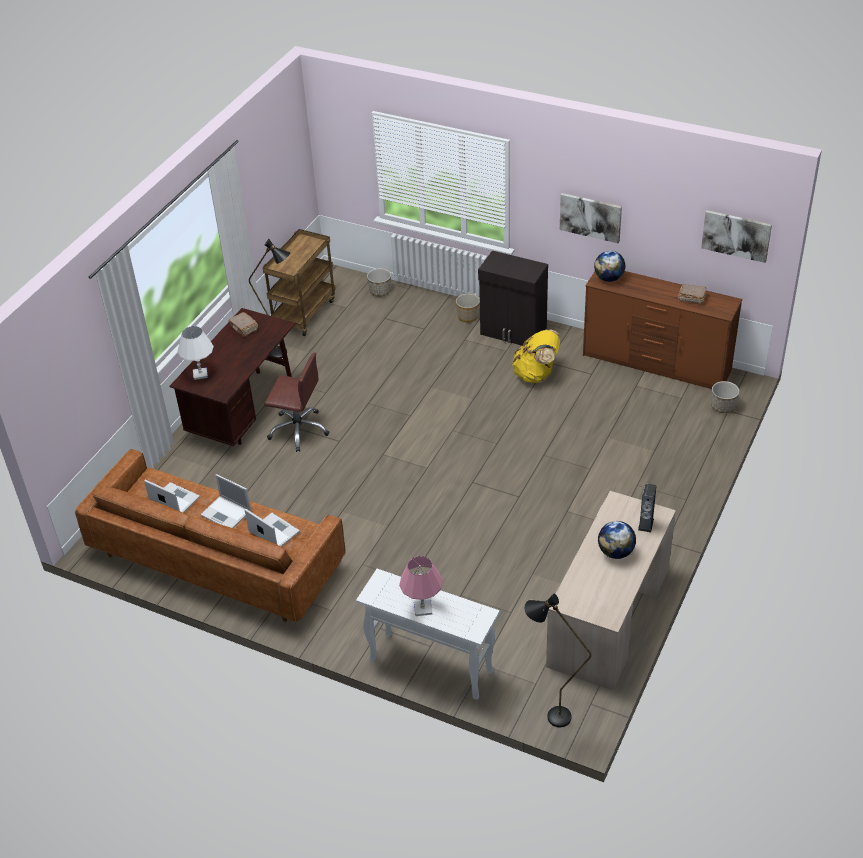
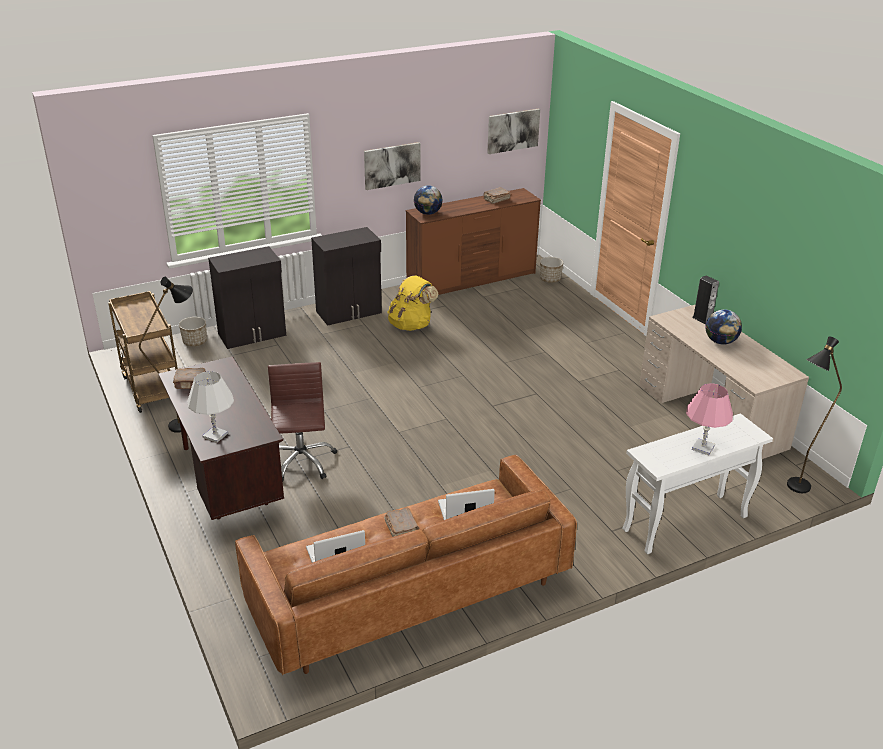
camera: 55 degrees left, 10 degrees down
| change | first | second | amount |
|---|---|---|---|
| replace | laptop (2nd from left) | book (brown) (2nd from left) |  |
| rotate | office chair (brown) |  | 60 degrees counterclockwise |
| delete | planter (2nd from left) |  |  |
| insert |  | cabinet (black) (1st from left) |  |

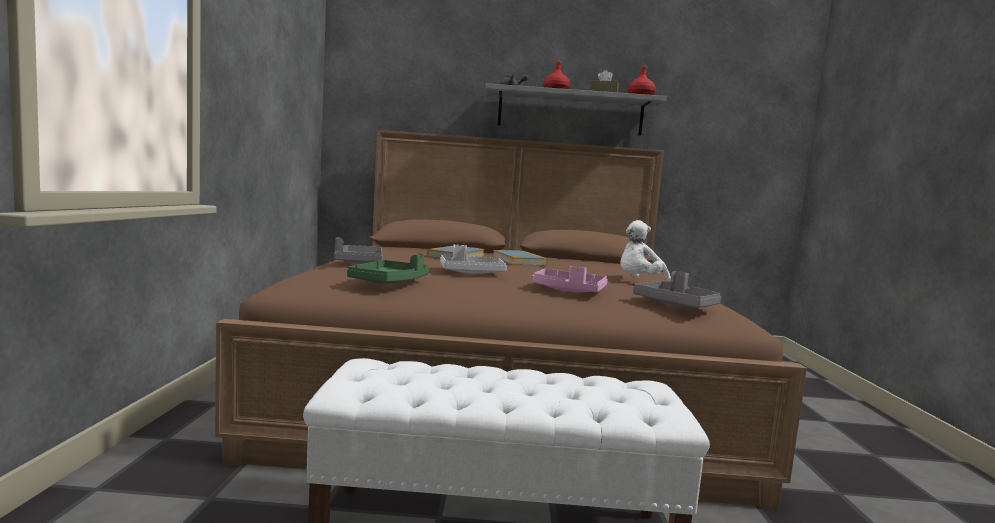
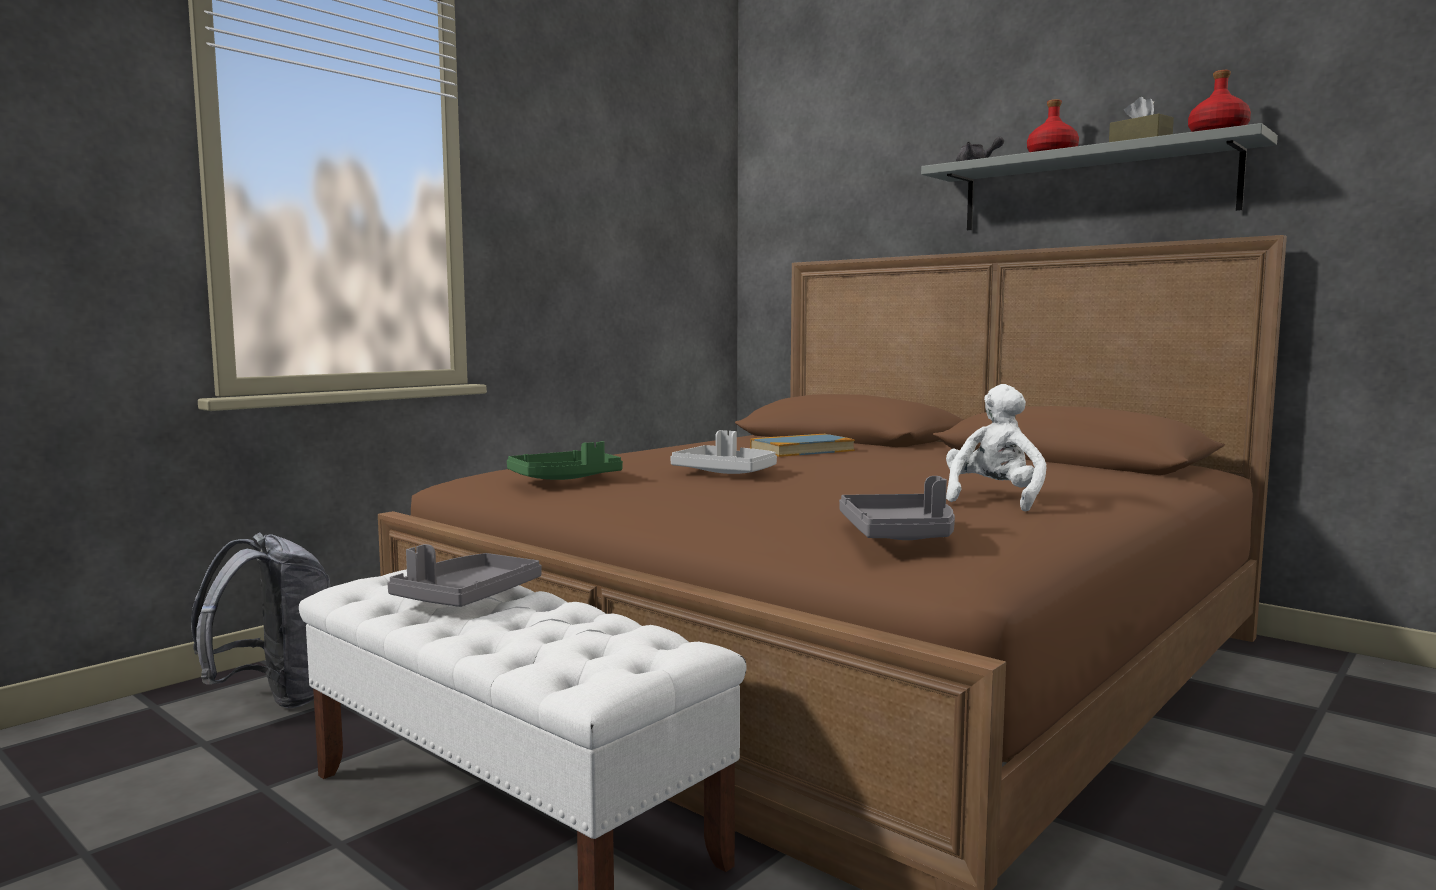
camera: 40 degrees right, 0 degrees up
| change | first | second | amount |
|---|---|---|---|
| move | tray (grey) (1st from left) |  |  |
| delete | book (2nd from left) |  |  |
| delete | tray (pink) |  |  |
| rotate | plush toy (white) |  | 120 degrees clockwise |
| insert |  | backpack (grey) |  |

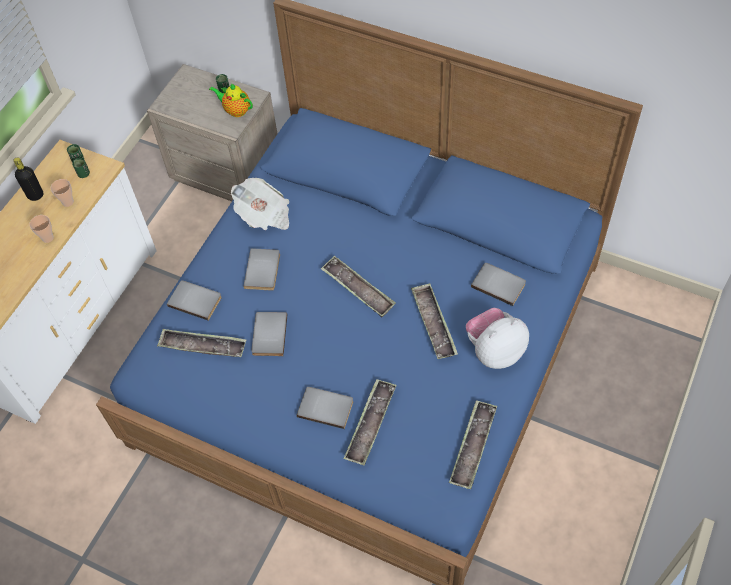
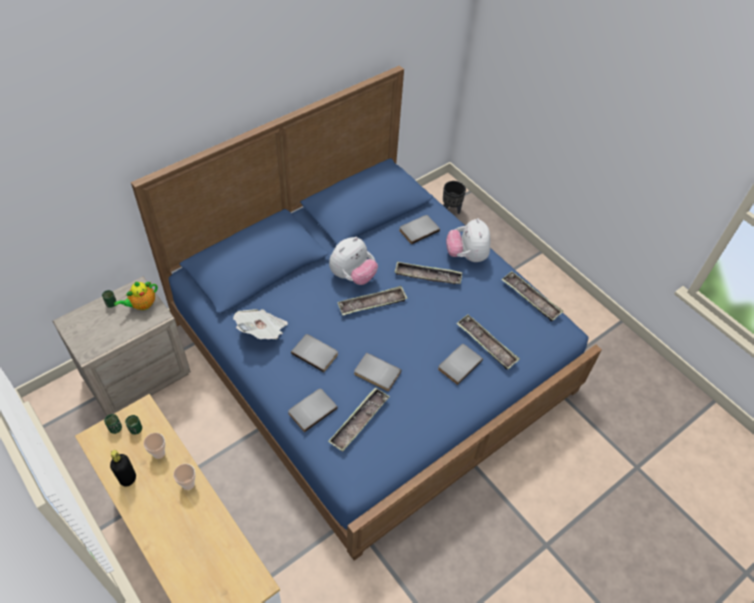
camera: 70 degrees left, 5 degrees down
| change | first | second | amount |
|---|---|---|---|
| insert |  | plush toy (1st from left) |  |
| insert |  | planter (black) |  |

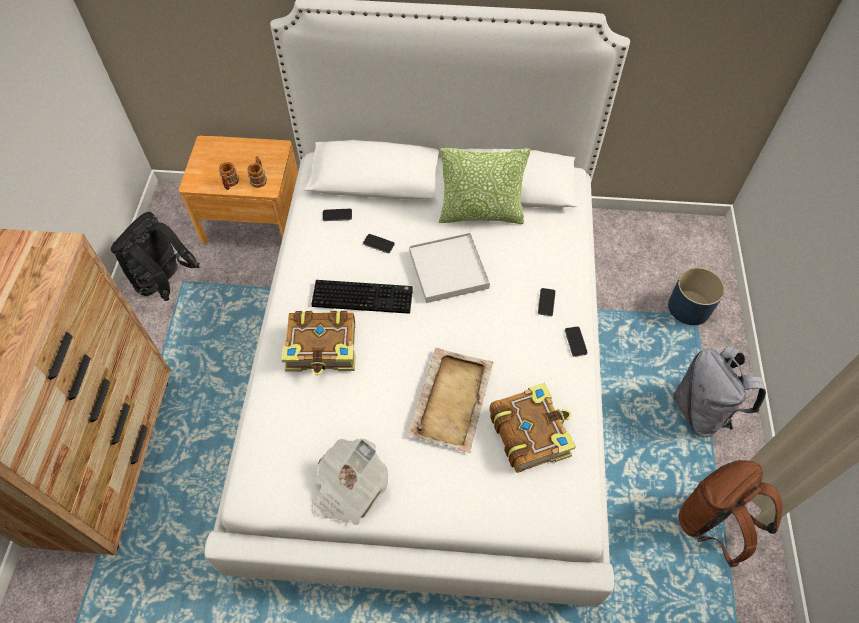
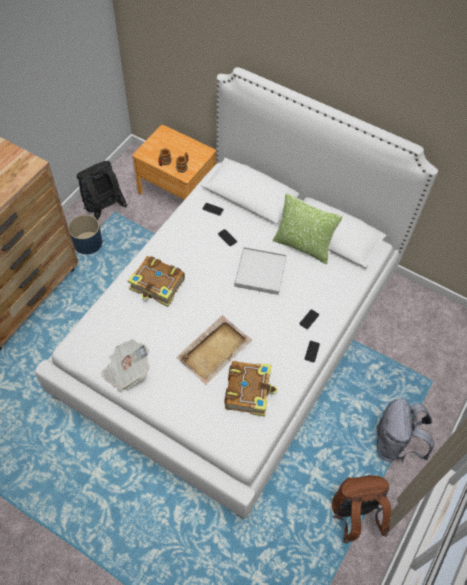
camera: 25 degrees right, 0 degrees up
| change | first | second | amount |
|---|---|---|---|
| delete | keyboard |  |  |
| move | planter (blue) |  |  |

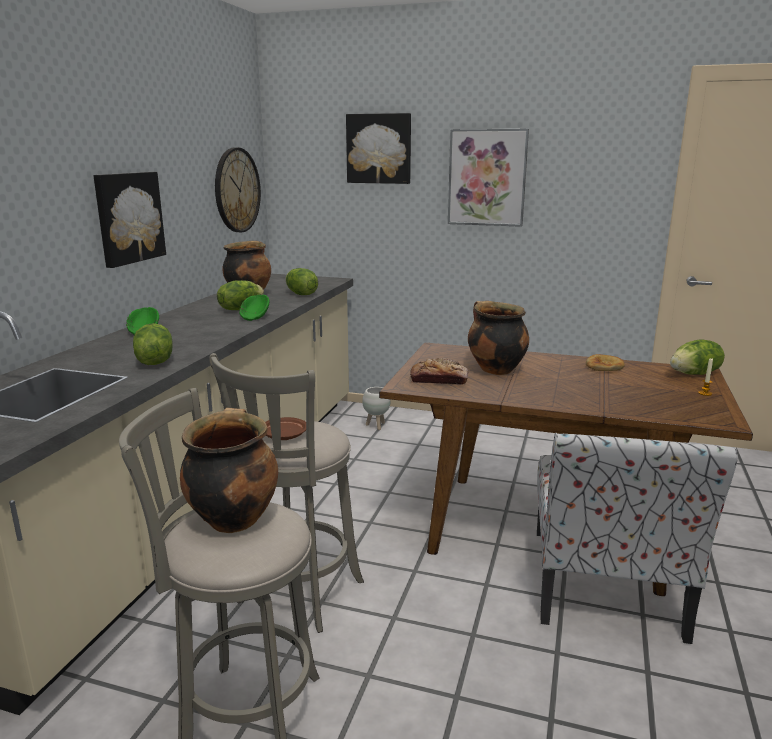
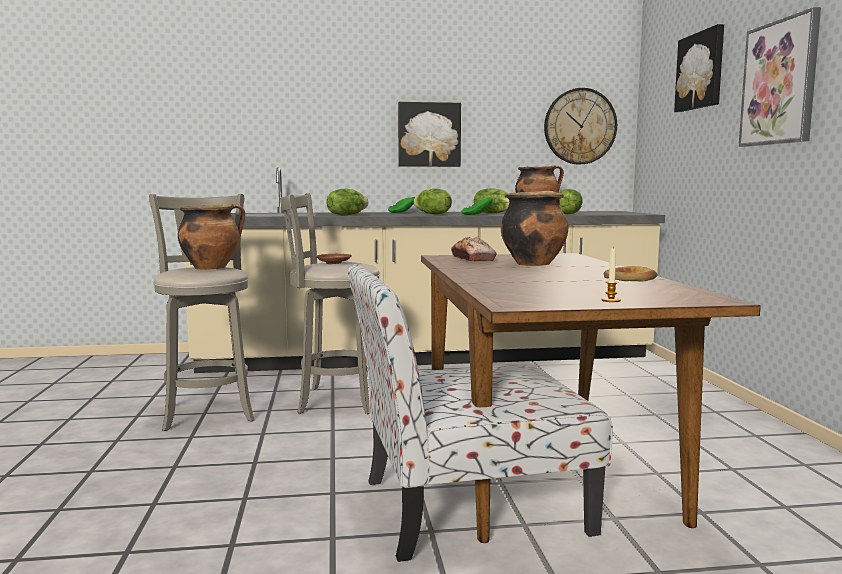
camera: 65 degrees right, 10 degrees down
| change | first | second | amount |
|---|---|---|---|
| delete | planter (white) |  |  |
| move | lettuce (4th from left in the first image) | lettuce (2nd from left) |  |

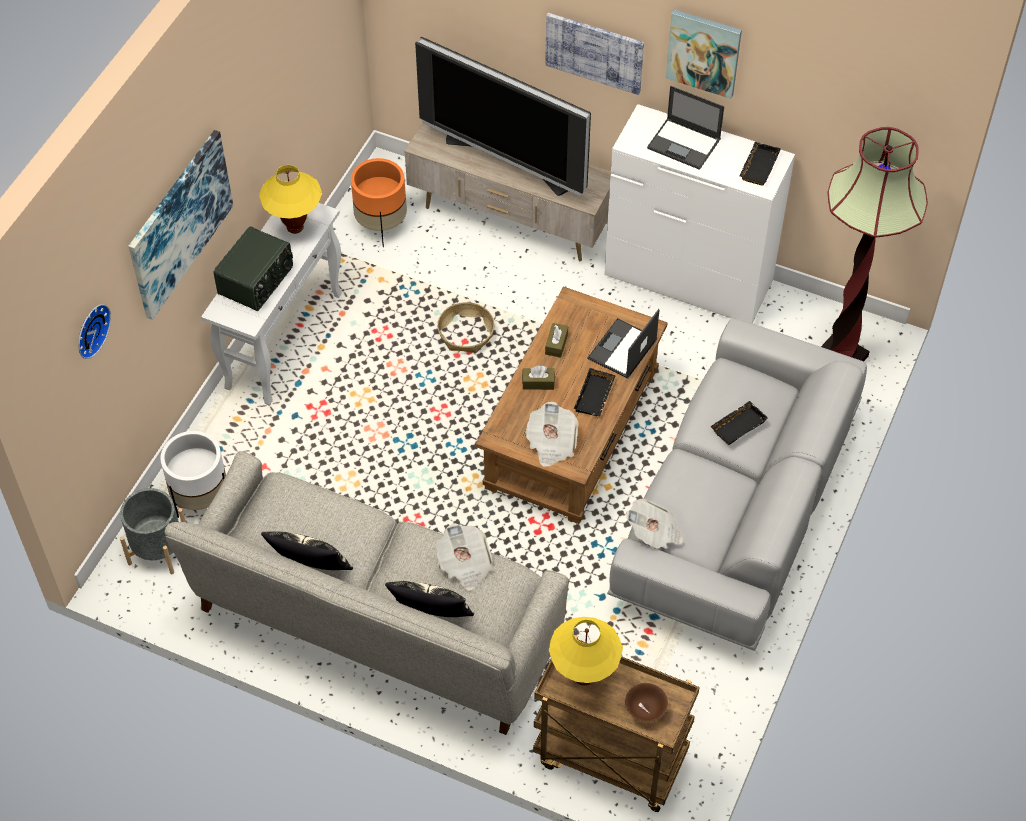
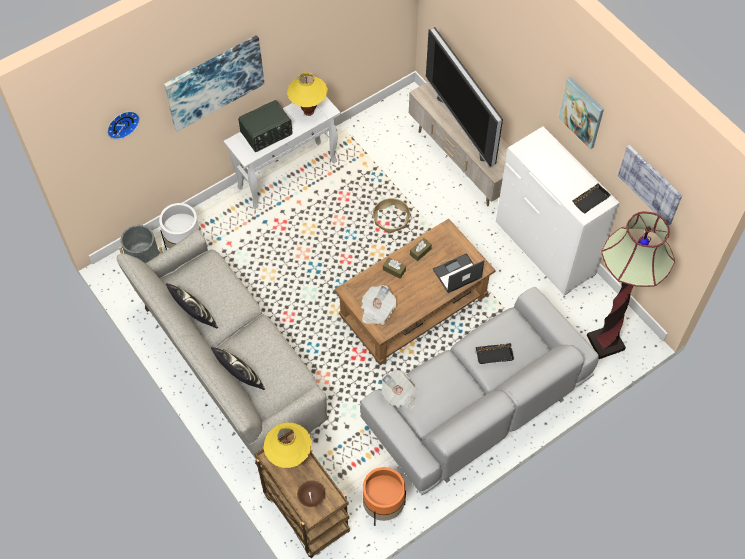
camera: 30 degrees right, 5 degrees up
| change | first | second | amount |
|---|---|---|---|
| move | planter (orange) |  |  |
| delete | newspaper (1st from left) |  |  |
| move | picture (2nd from left in the first image) | picture (3rd from left) |  |
| delete | tray (black) (1st from left) |  |  |
| delete | laptop (2nd from left) |  |  |

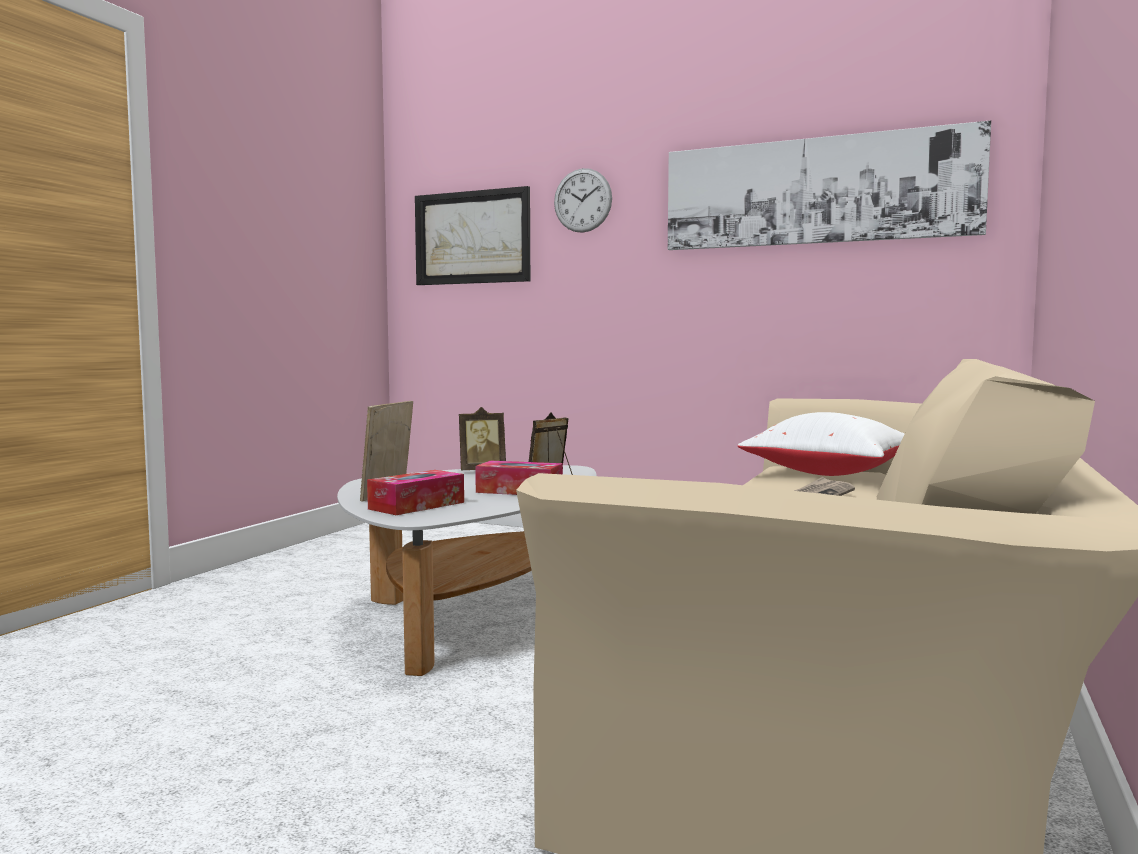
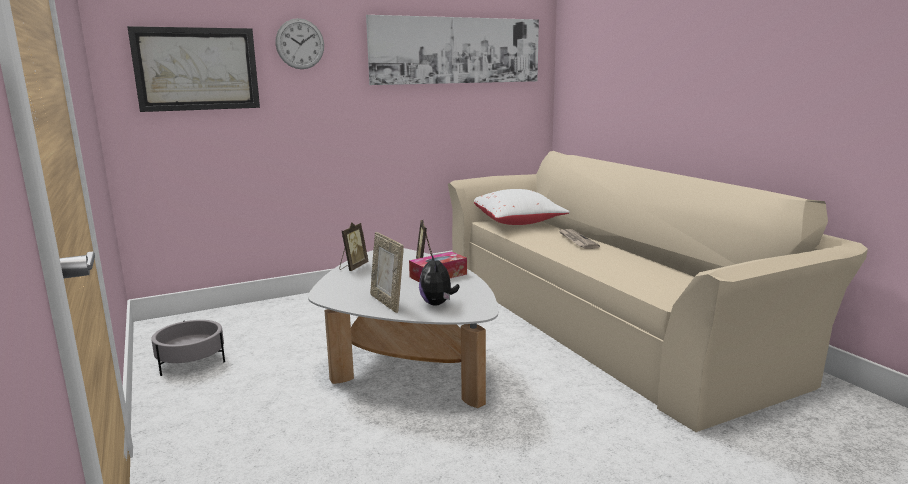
camera: 50 degrees left, 10 degrees up
| change | first | second | amount |
|---|---|---|---|
| replace | tissue box (1st from left) | plush toy |  |
| insert |  | planter (grey) |  |

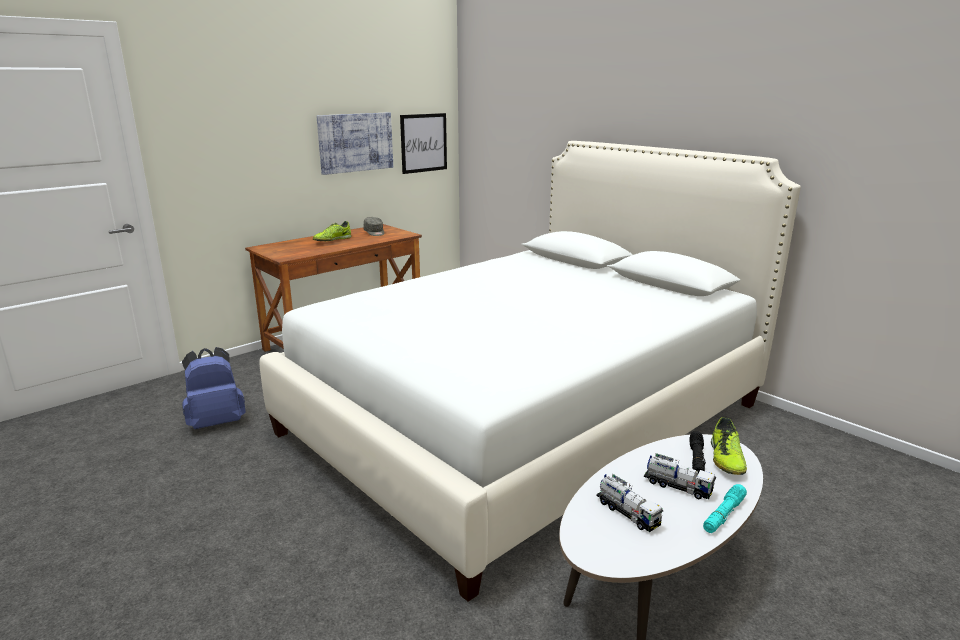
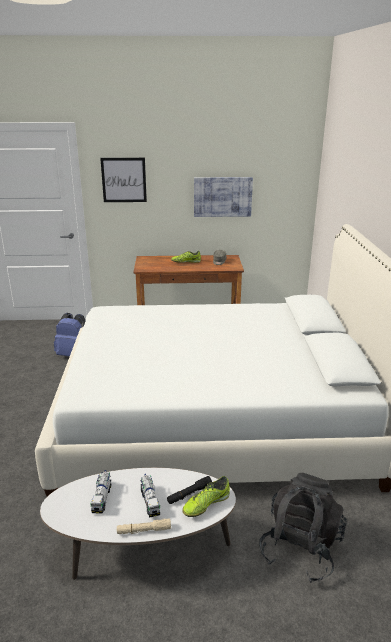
camera: 40 degrees right, 5 degrees up
| change | first | second | amount |
|---|---|---|---|
| move | picture (2nd from left in the first image) | picture (1st from left) |  |
| recolor | flashlight (turquoise) | flashlight (beige) |  |
| insert |  | backpack (black) |  |

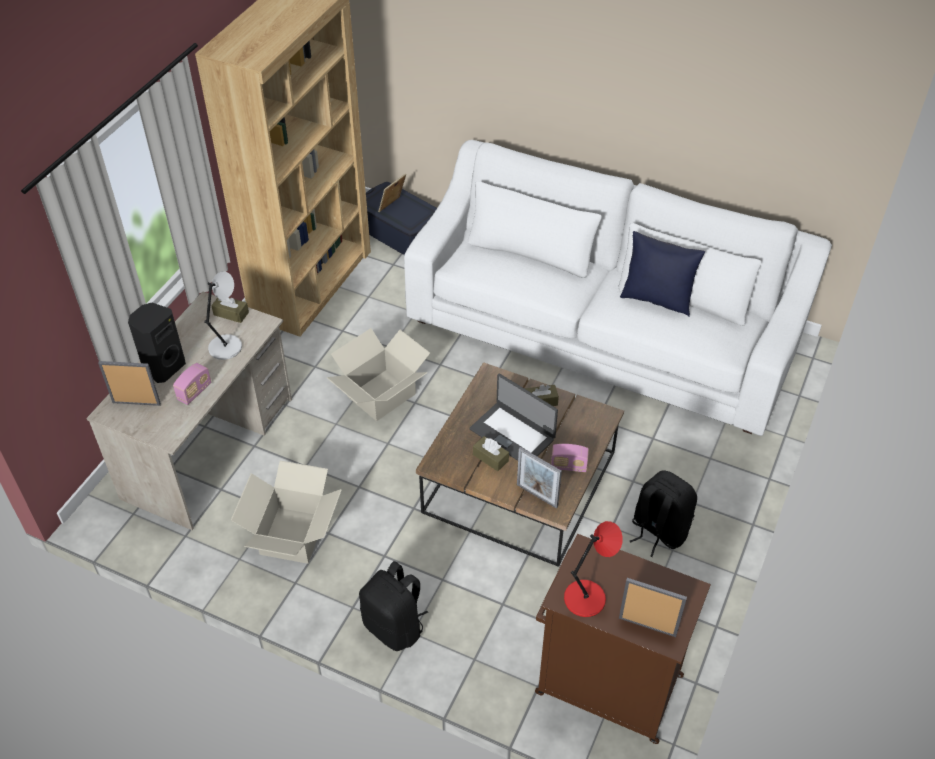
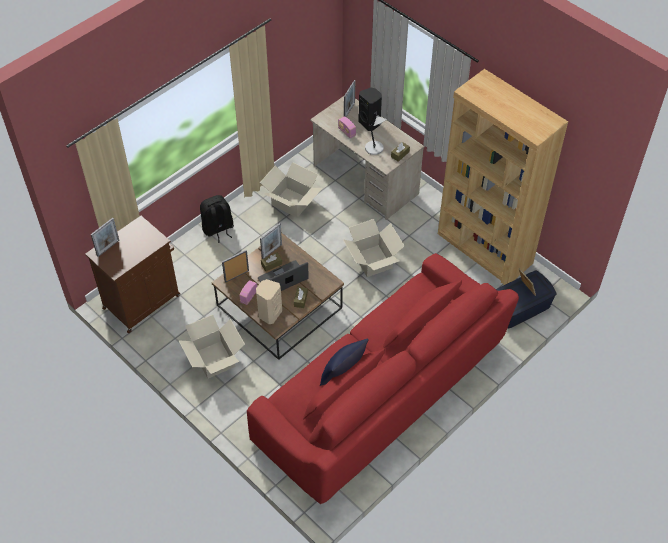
camera: 110 degrees right, 5 degrees up
| change | first | second | amount |
|---|---|---|---|
| recolor | sofa (white) | sofa (red) |  |
| delete | table lamp (red) |  |  |
| replace | backpack (black) (2nd from left) | cardboard box (1st from left) |  |
| insert |  | speaker (beige) |  |
| insert |  | picture frame (3rd from left) |  |

